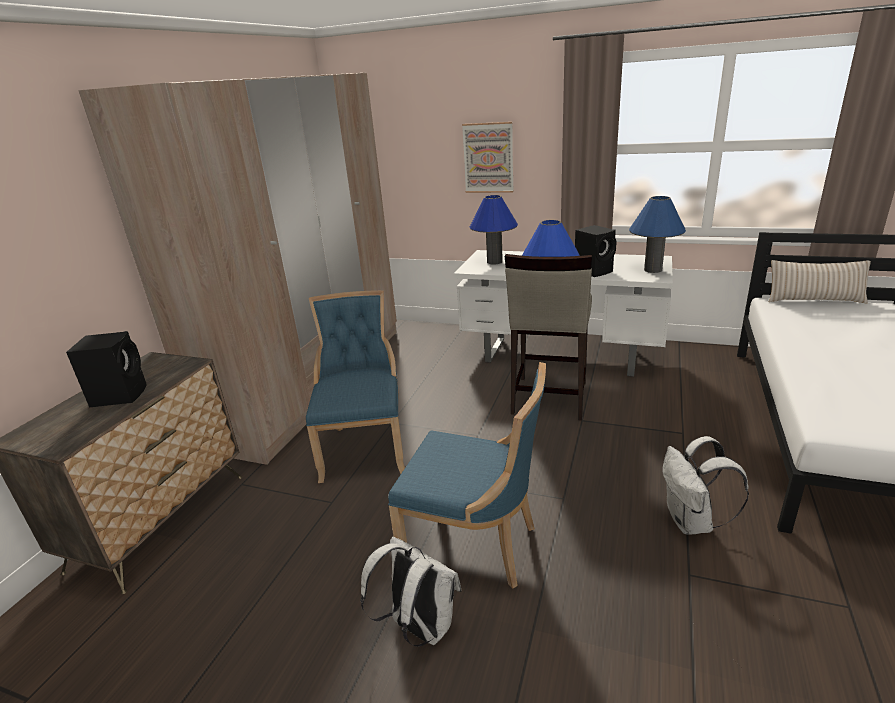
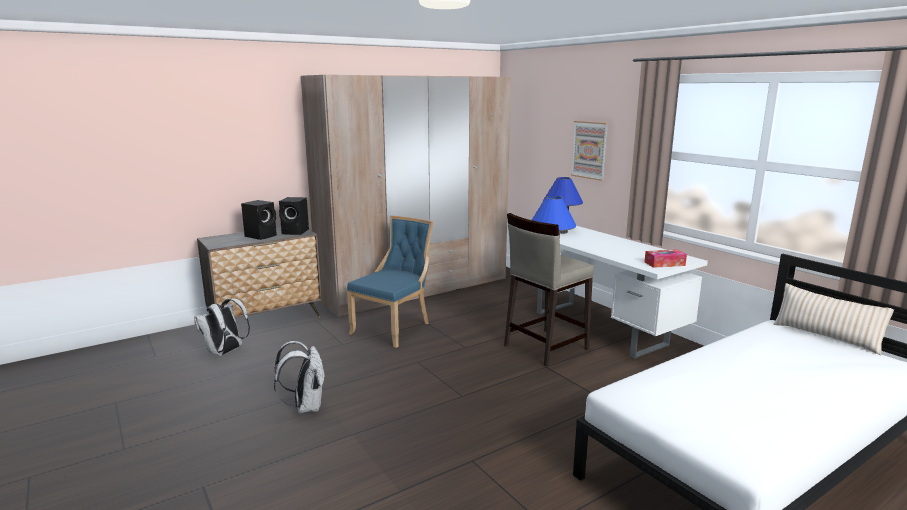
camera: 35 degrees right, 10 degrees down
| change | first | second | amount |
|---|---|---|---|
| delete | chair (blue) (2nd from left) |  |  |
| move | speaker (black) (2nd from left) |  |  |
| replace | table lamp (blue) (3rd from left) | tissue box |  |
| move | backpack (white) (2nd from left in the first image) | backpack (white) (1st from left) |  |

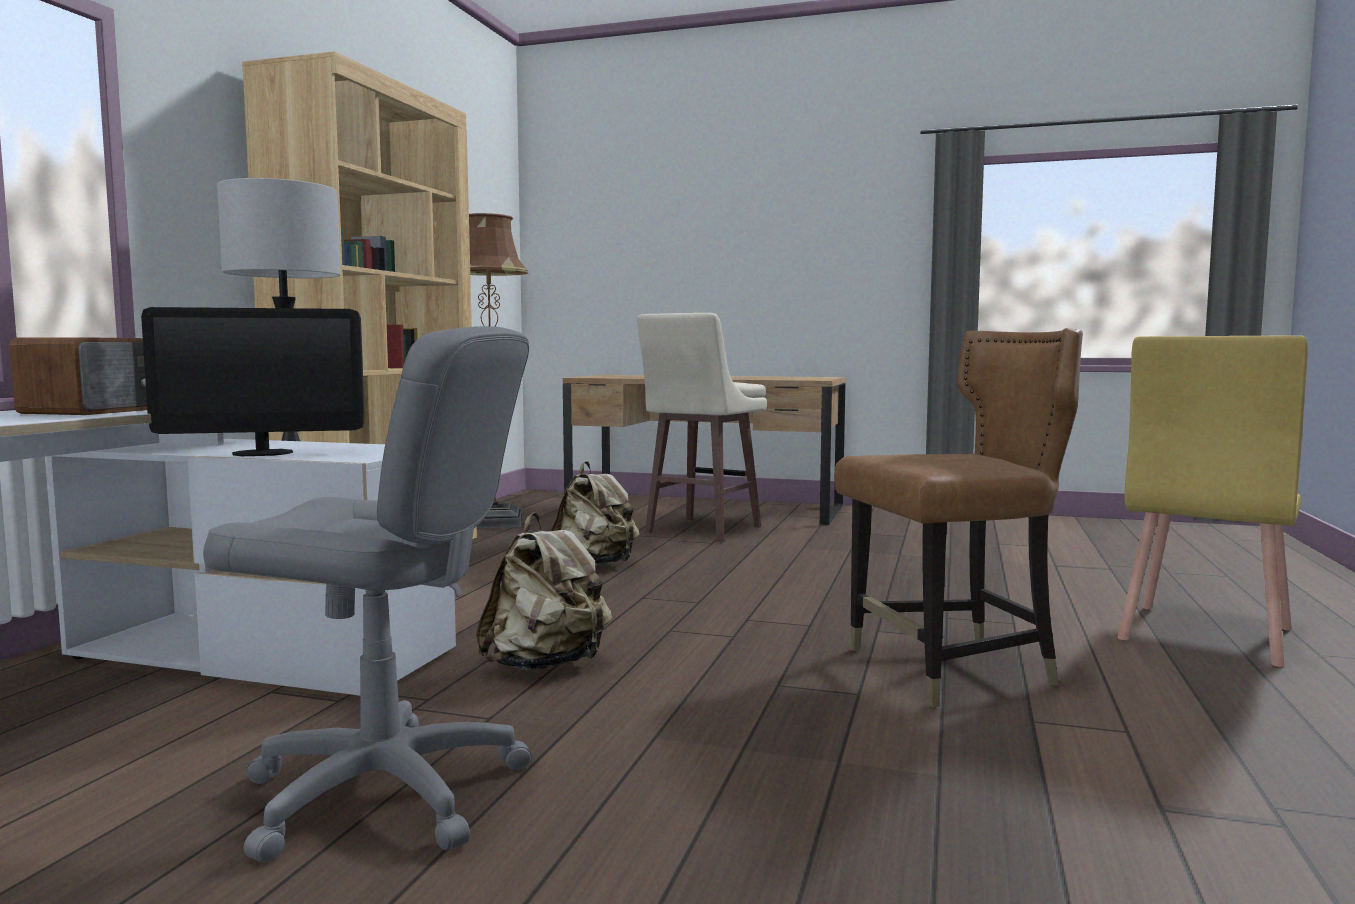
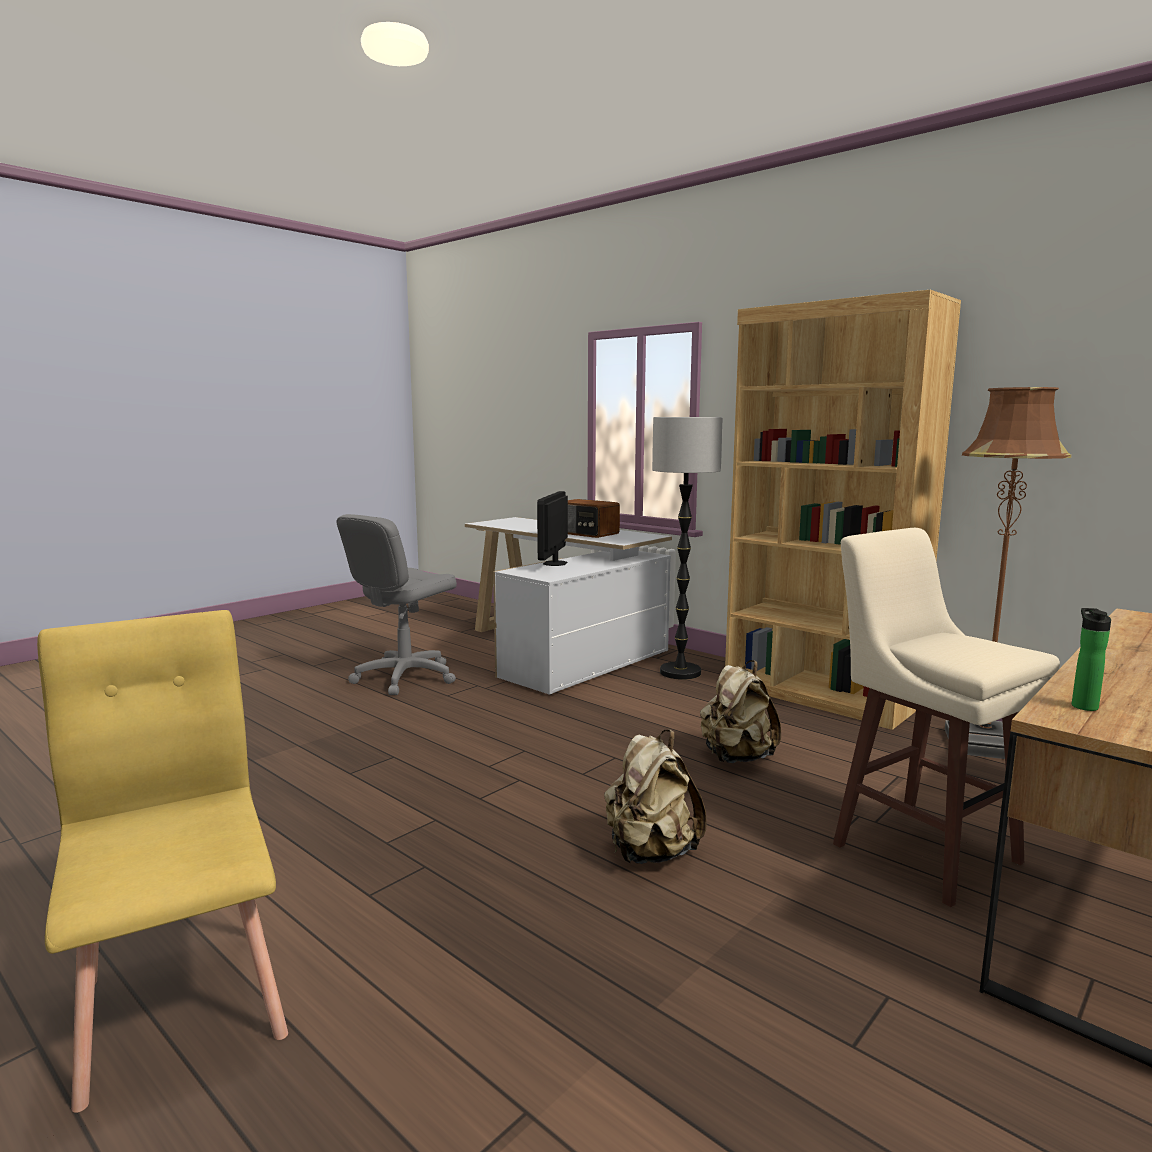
camera: 115 degrees right, 5 degrees up
| change | first | second | amount |
|---|---|---|---|
| move | backpack (beige) (1st from left) |  |  |
| delete | chair (brown) |  |  |
| insert |  | bottle |  |

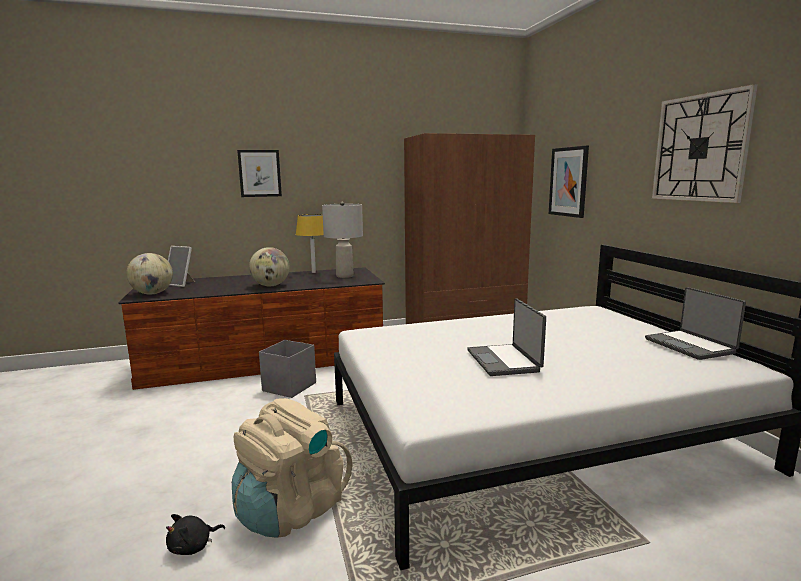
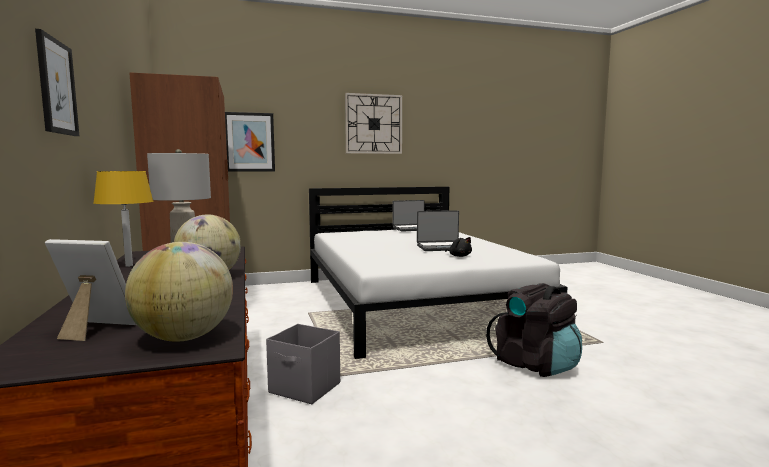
camera: 90 degrees left, 5 degrees down
| change | first | second | amount |
|---|---|---|---|
| move | plush toy (black) |  |  |
| rotate | picture frame |  | 105 degrees counterclockwise |
| recolor | backpack (beige) | backpack (black) |  |

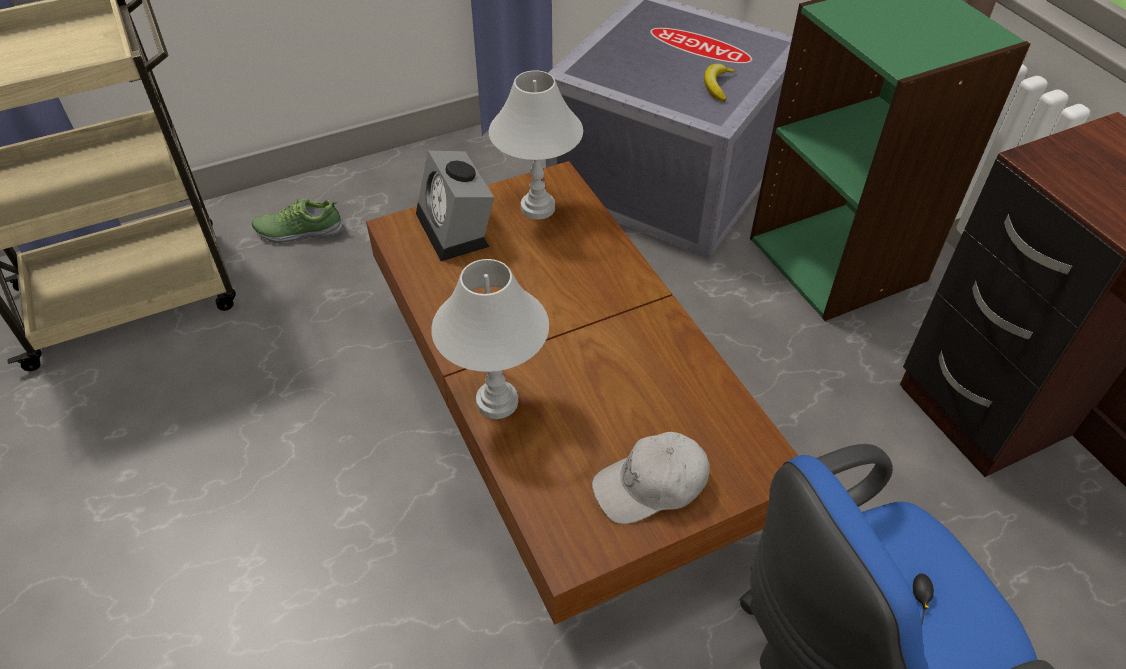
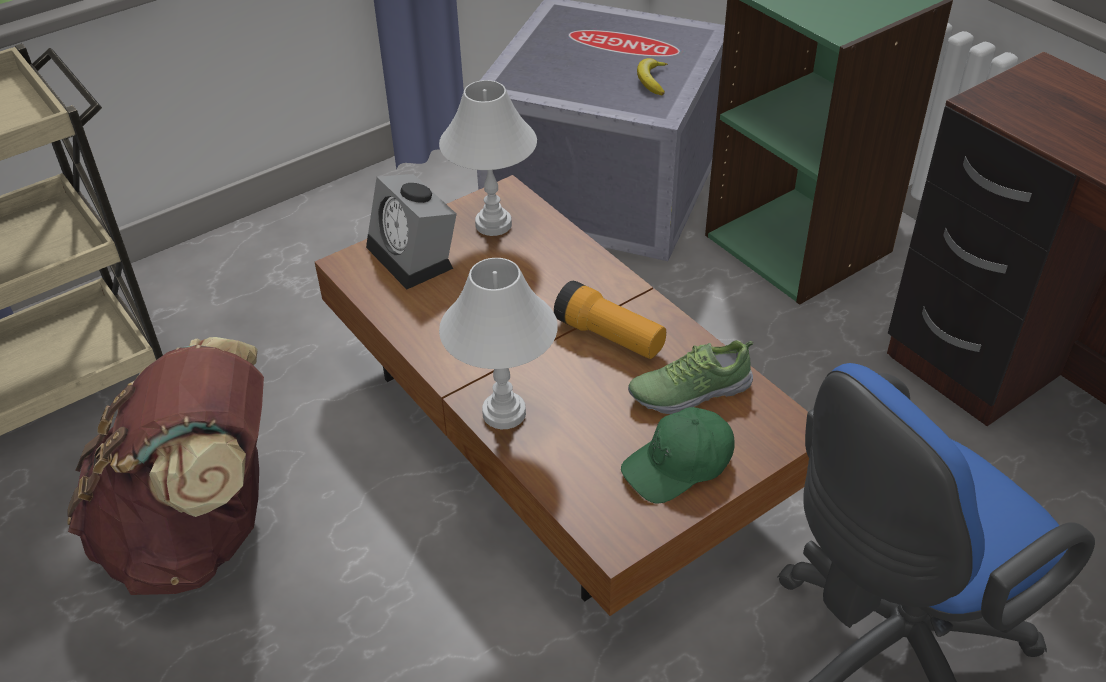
camera: 10 degrees left, 5 degrees down
| change | first | second | amount |
|---|---|---|---|
| move | shoe |  |  |
| recolor | cap (white) | cap (green) |  |
| insert |  | backpack (brown) |  |
| insert |  | flashlight |  |

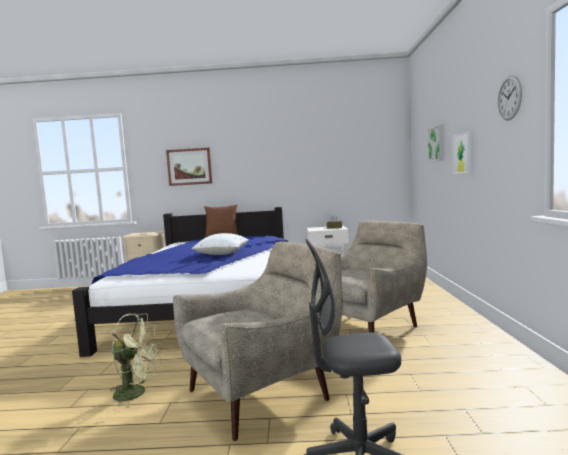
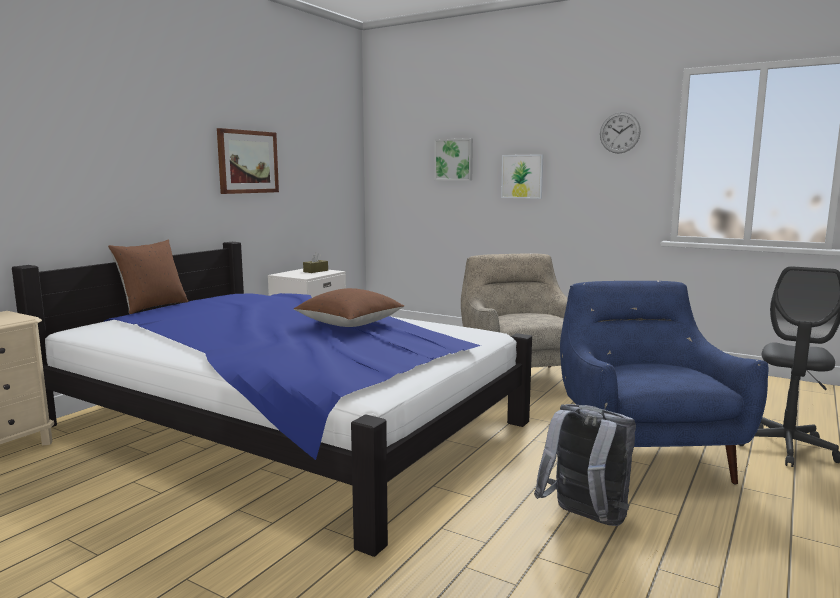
camera: 60 degrees left, 5 degrees up
| change | first | second | amount |
|---|---|---|---|
| replace | fan (green) | backpack (grey) |  |
| move | picture (1st from left) |  |  |
| recolor | armchair (beige) (1st from left) | armchair (blue) |  |
| recolor | pillow (white) | pillow (brown) (2nd from left) |  |

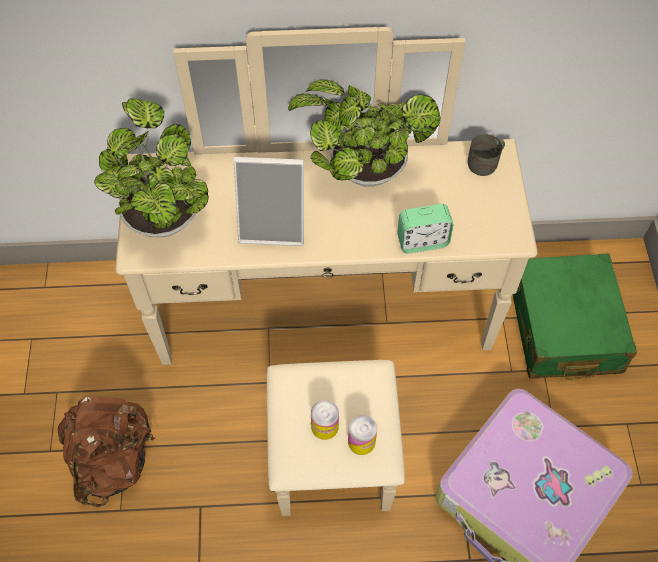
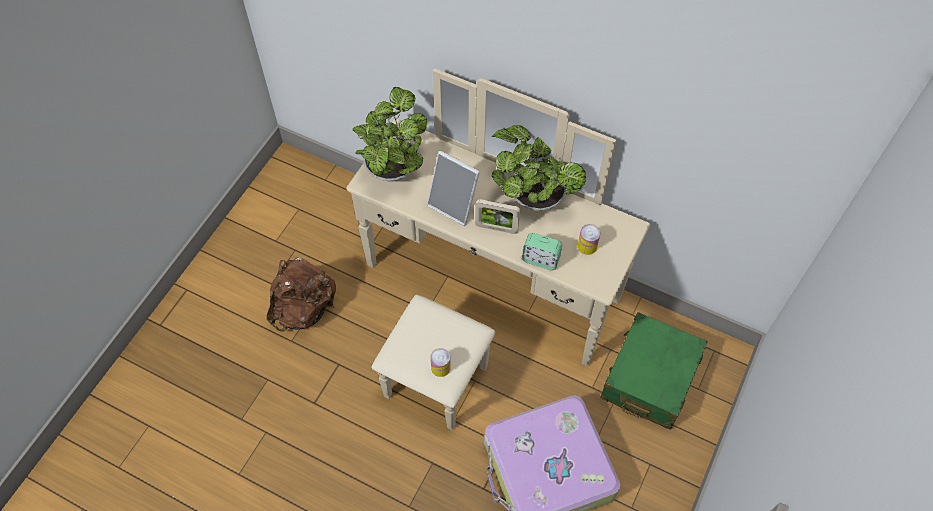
camera: 30 degrees right, 0 degrees up
| change | first | second | amount |
|---|---|---|---|
| move | can (1st from left in the first image) | can (2nd from left) |  |
| delete | mug (grey) |  |  |
| insert |  | picture frame (2nd from left) |  |

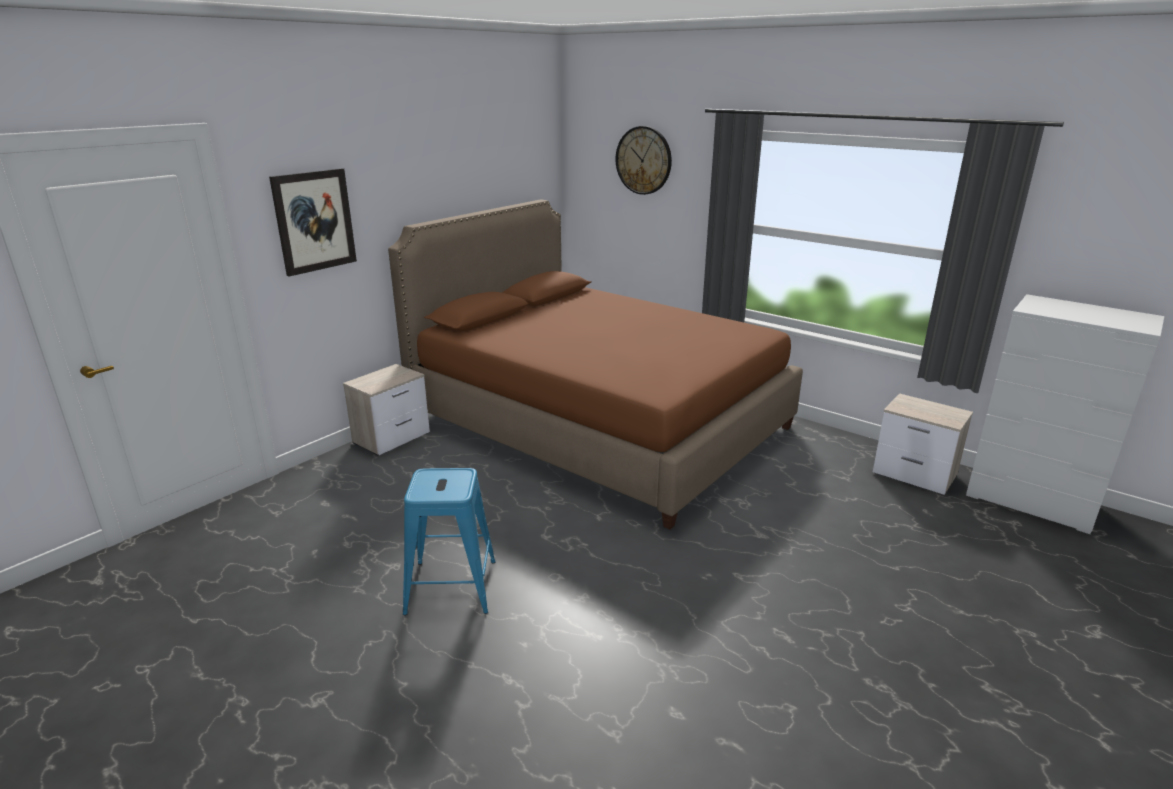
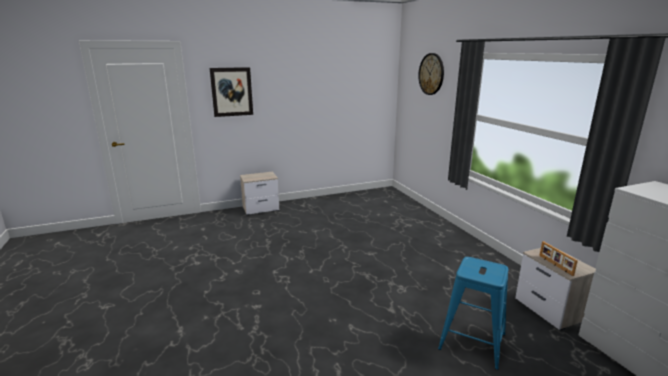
camera: 30 degrees right, 5 degrees down
| change | first | second | amount |
|---|---|---|---|
| delete | bed (brown) |  |  |
| move | stool (blue) |  |  |
| insert |  | picture frame |  |

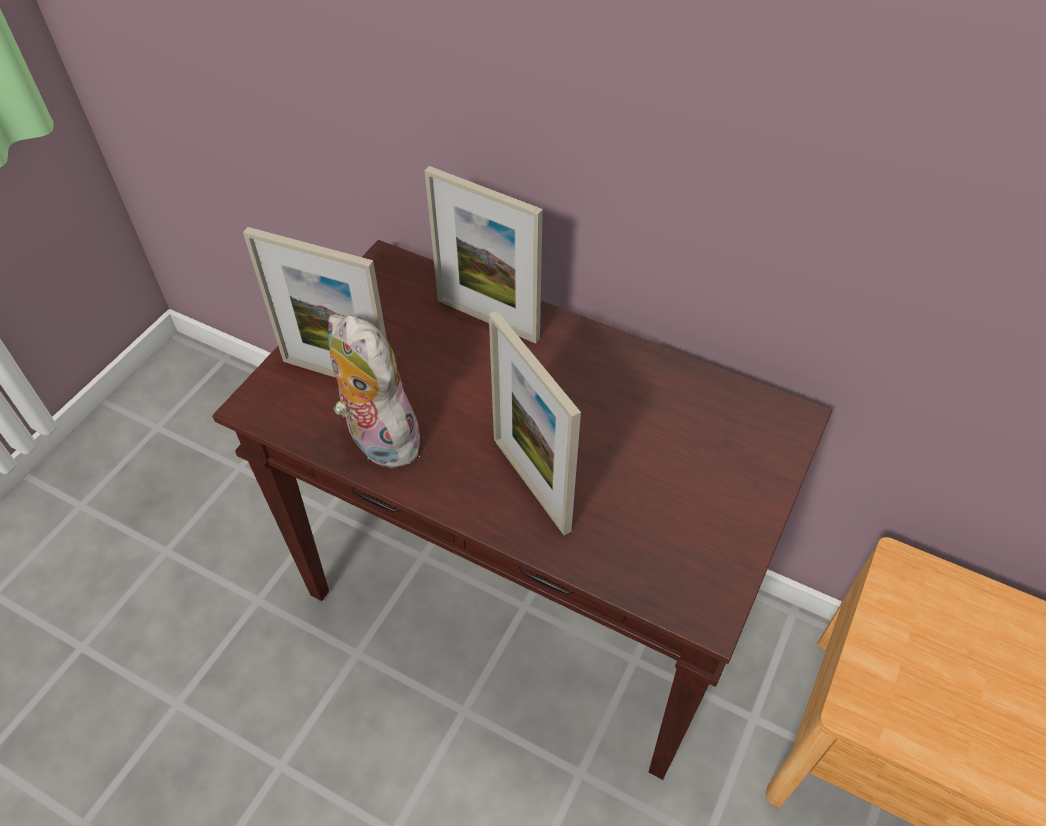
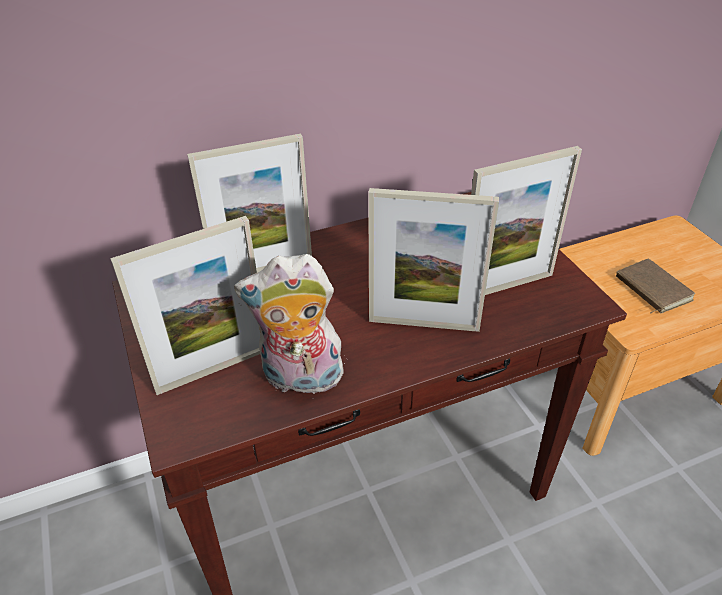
camera: 50 degrees left, 10 degrees down
| change | first | second | amount |
|---|---|---|---|
| insert |  | picture frame (4th from left) |  |
| insert |  | book (brown) |  |

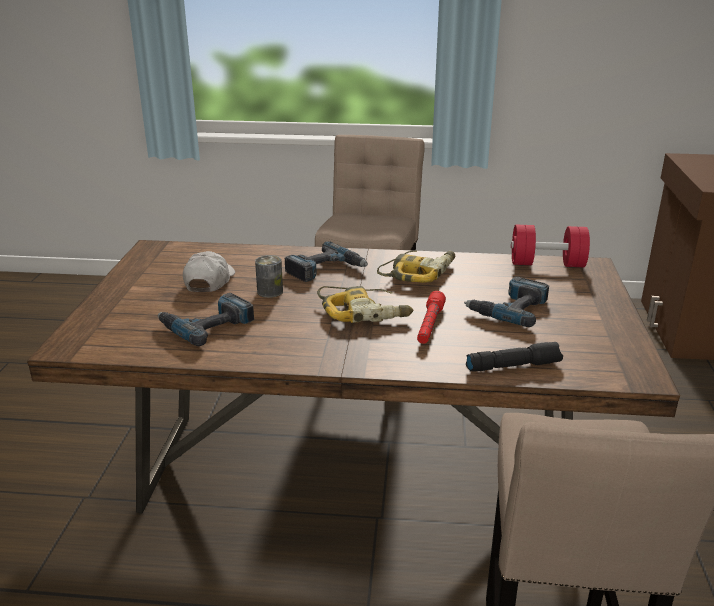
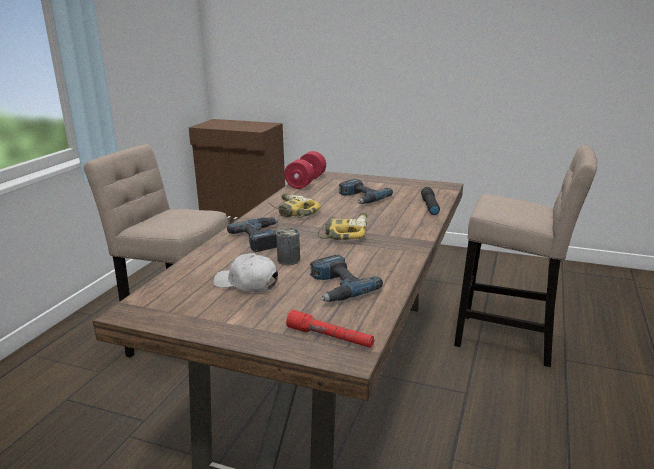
camera: 75 degrees left, 5 degrees down
| change | first | second | amount |
|---|---|---|---|
| move | flashlight (red) |  |  |

